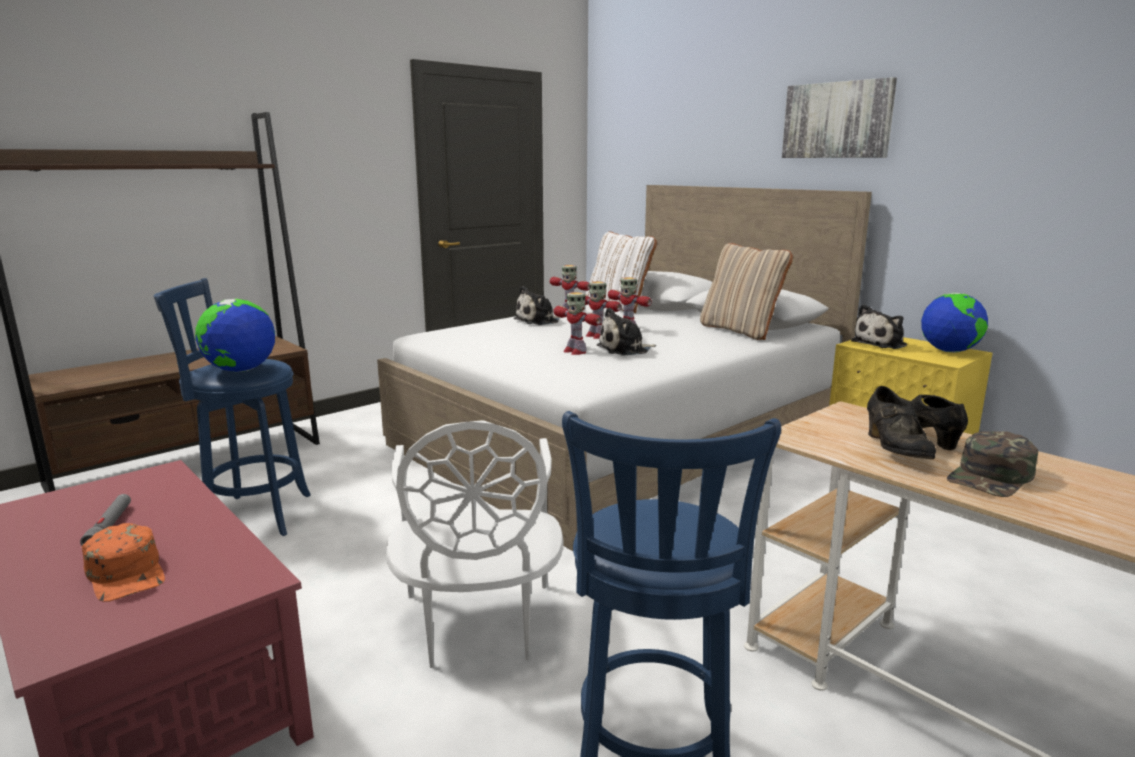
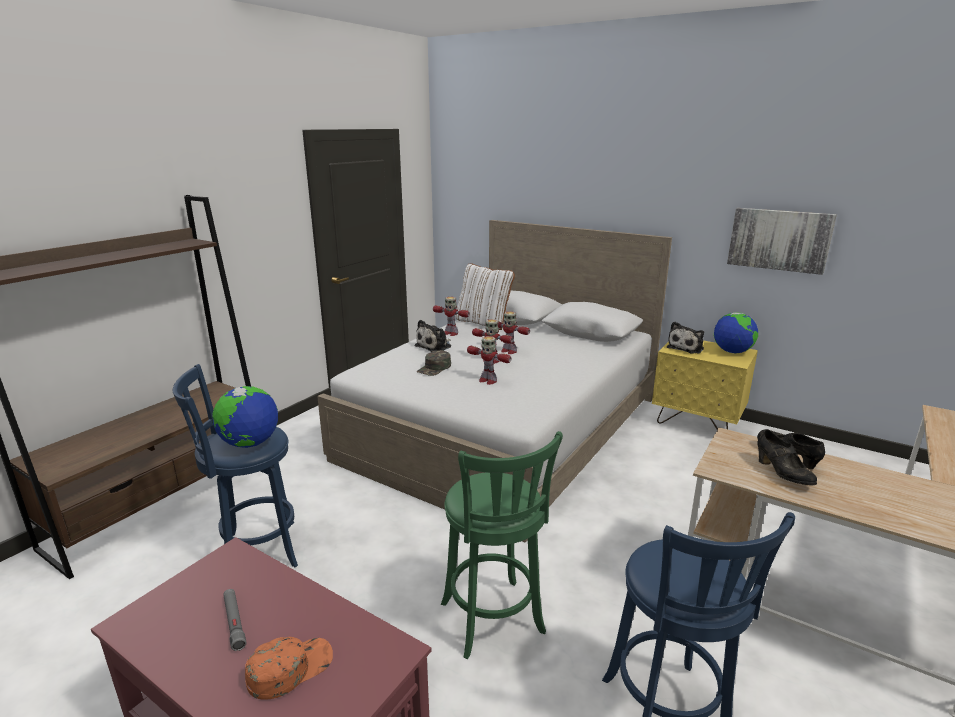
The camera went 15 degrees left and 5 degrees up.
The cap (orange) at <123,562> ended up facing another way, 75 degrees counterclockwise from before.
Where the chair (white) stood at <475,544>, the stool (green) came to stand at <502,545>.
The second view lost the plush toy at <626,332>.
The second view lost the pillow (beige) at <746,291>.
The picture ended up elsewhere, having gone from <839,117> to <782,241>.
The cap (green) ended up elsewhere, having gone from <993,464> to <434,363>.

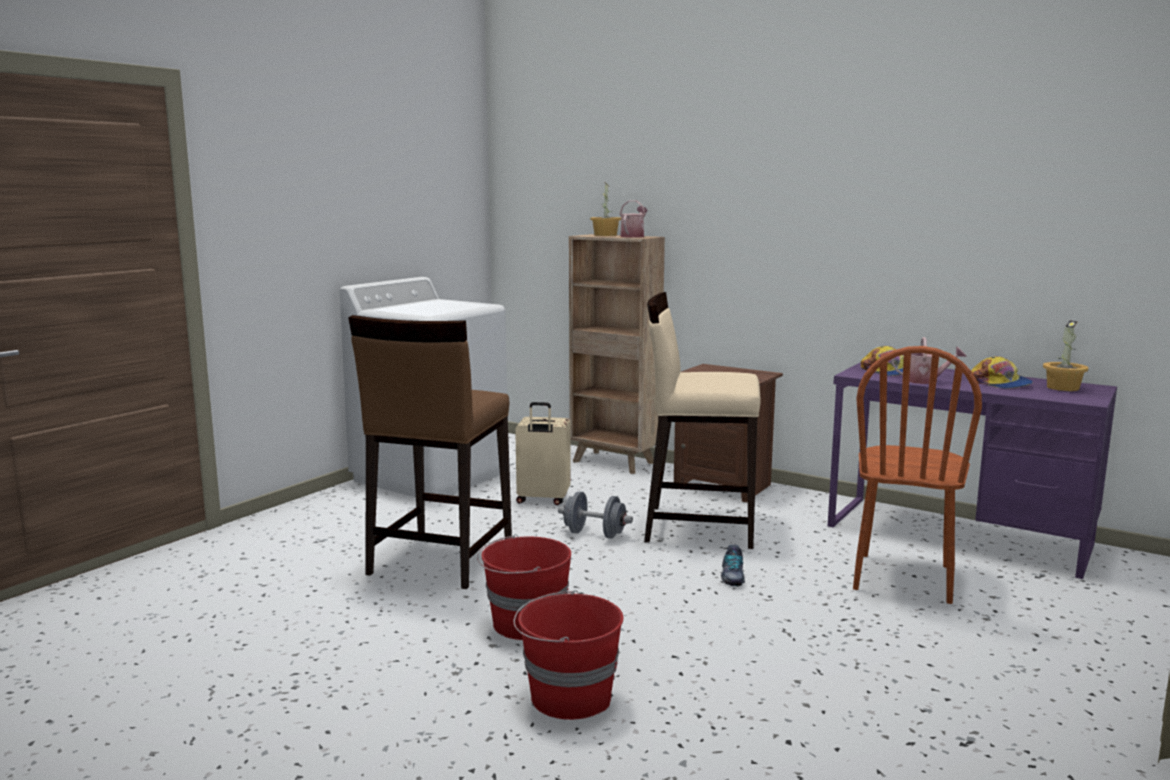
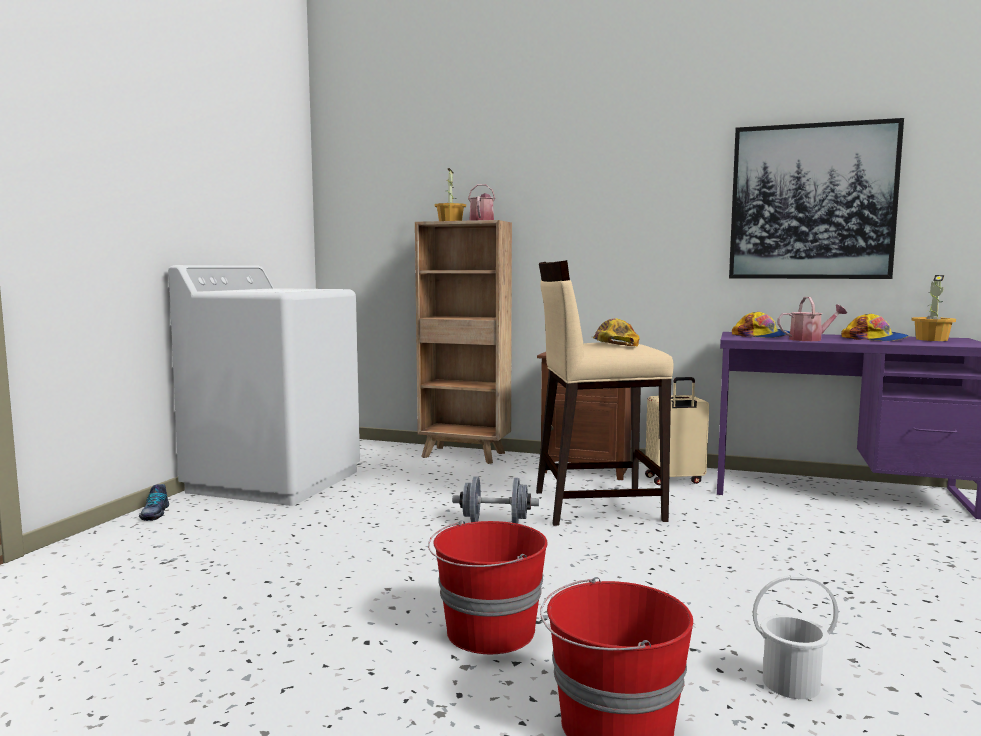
The camera went 15 degrees left and 5 degrees down.
The second view lost the stool (brown) at <430,452>.
The suitcase (beige) ended up elsewhere, having gone from <543,453> to <677,431>.
The shoe ended up elsewhere, having gone from <733,565> to <154,502>.
The second view lost the chair (brown) at <917,475>.
The second view gained the cap at <616,332>.
The second view gained the picture at <816,198>.
The second view gained the bucket (white) at <795,637>.

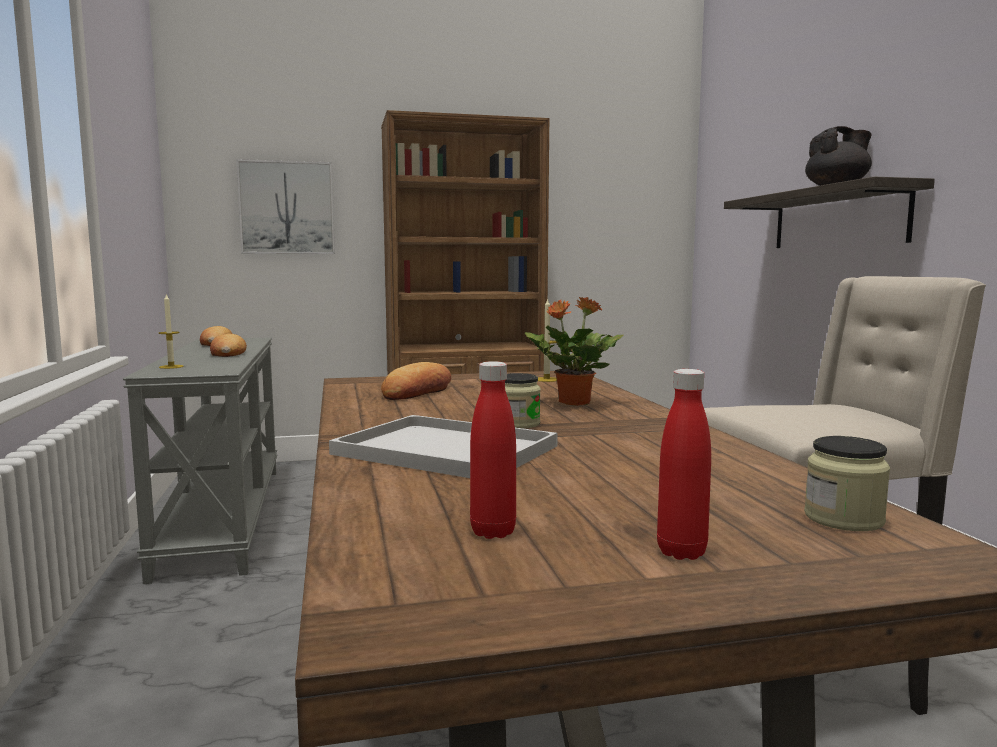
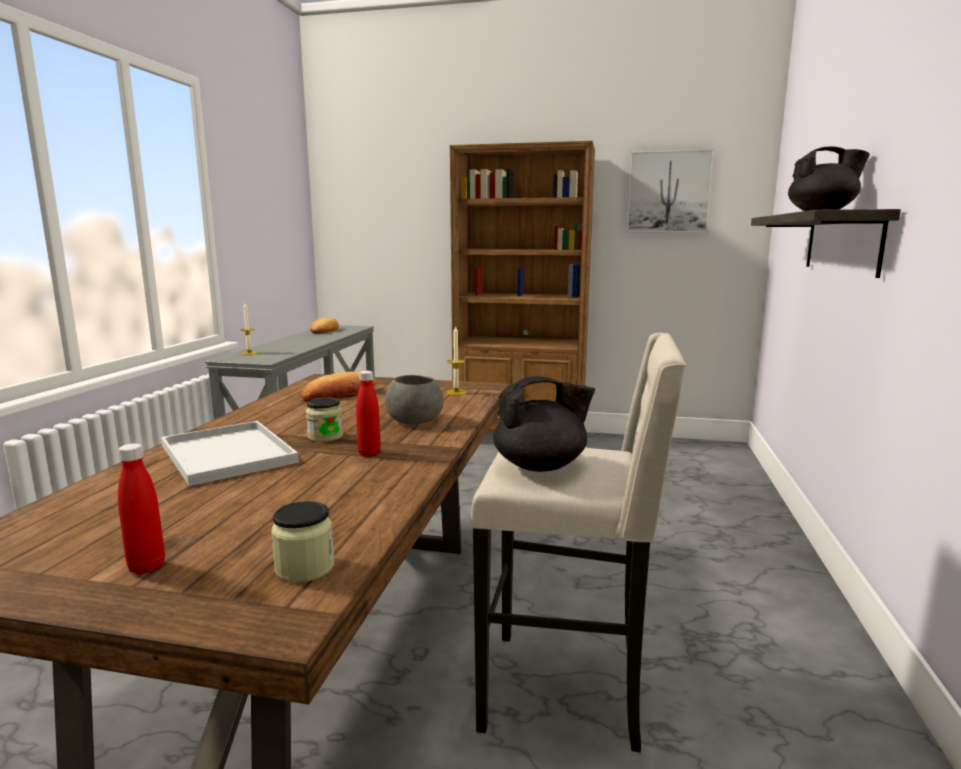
The camera went 25 degrees right and 5 degrees up.
The second view lost the bread at <228,345>.
The picture ended up elsewhere, having gone from <285,206> to <670,191>.
The bottle (red) ended up elsewhere, having gone from <493,450> to <368,414>.
Where the potted plant stood at <574,351>, the bowl (grey) came to stand at <414,400>.
The second view gained the teapot (black) at <544,424>.

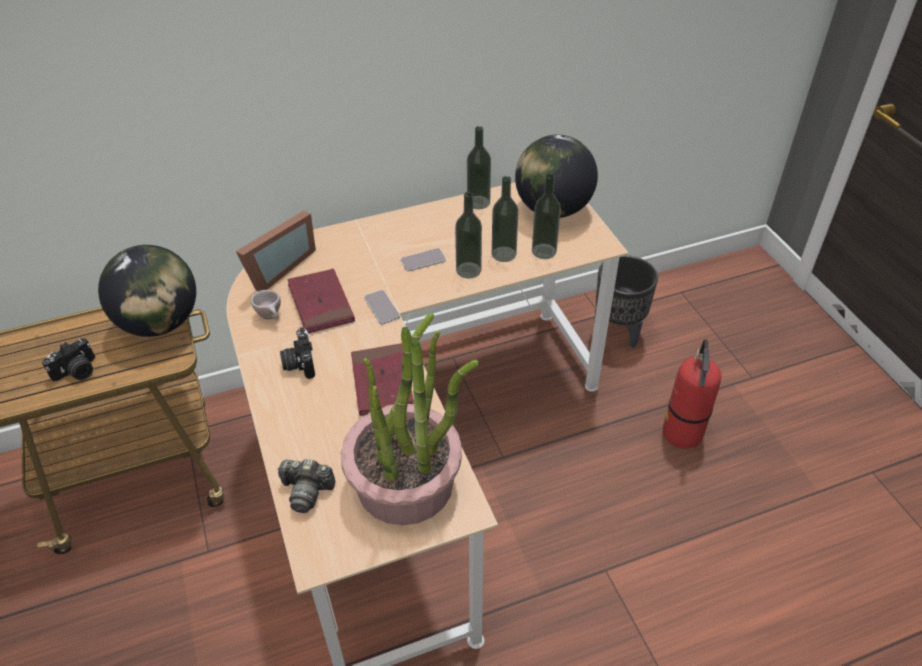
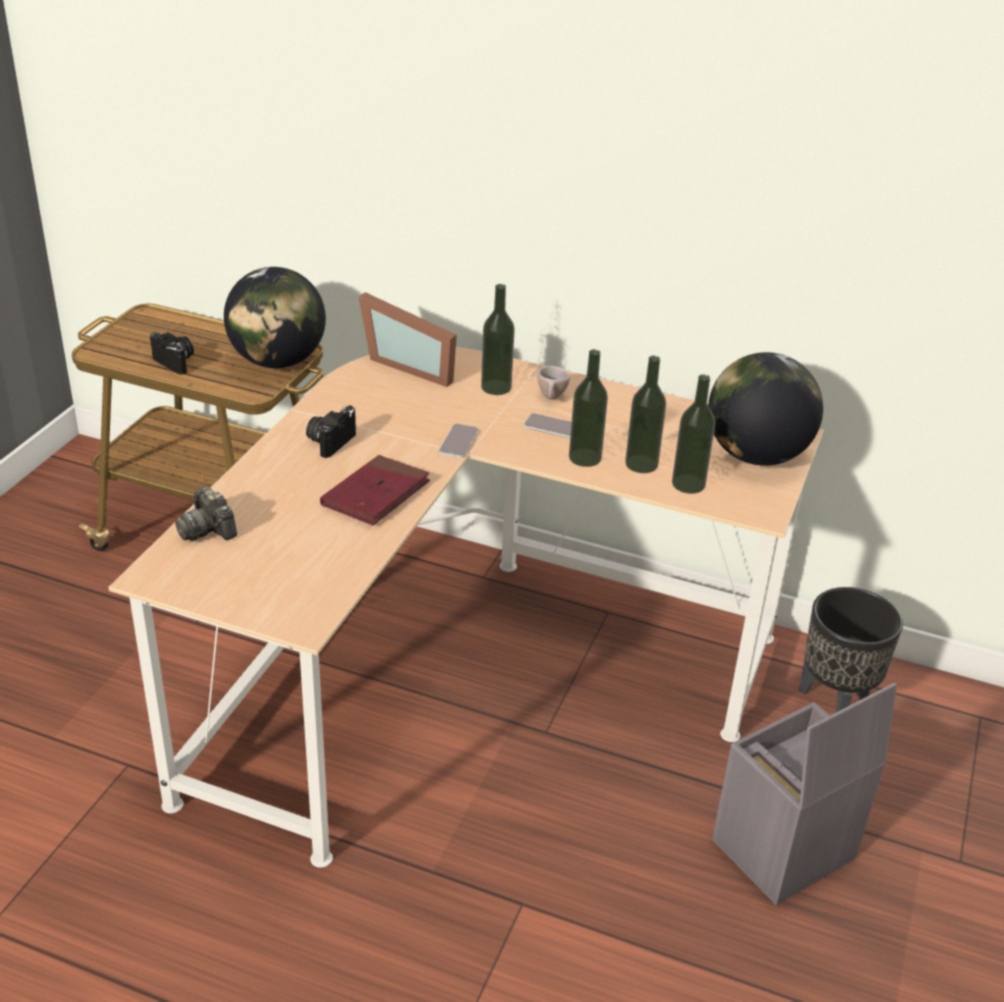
The camera went 40 degrees right and 10 degrees down.
The photo camera at <68,359> ended up facing another way, 135 degrees counterclockwise from before.
The picture frame at <276,251> ended up facing another way, 45 degrees clockwise from before.
The cup (beige) ended up elsewhere, having gone from <266,305> to <553,383>.
The second view lost the book (red) at <321,301>.
The second view lost the potted plant at <410,419>.
The bottle ended up elsewhere, having gone from <479,167> to <498,339>.
Where the fire extinguisher stood at <692,394>, the storage box (grey) came to stand at <804,794>.

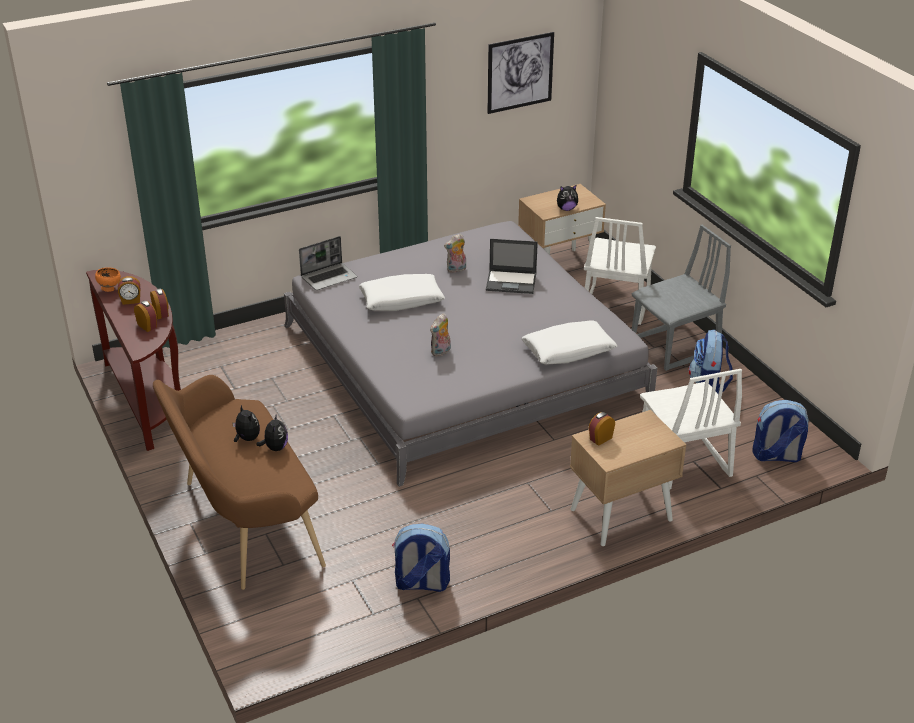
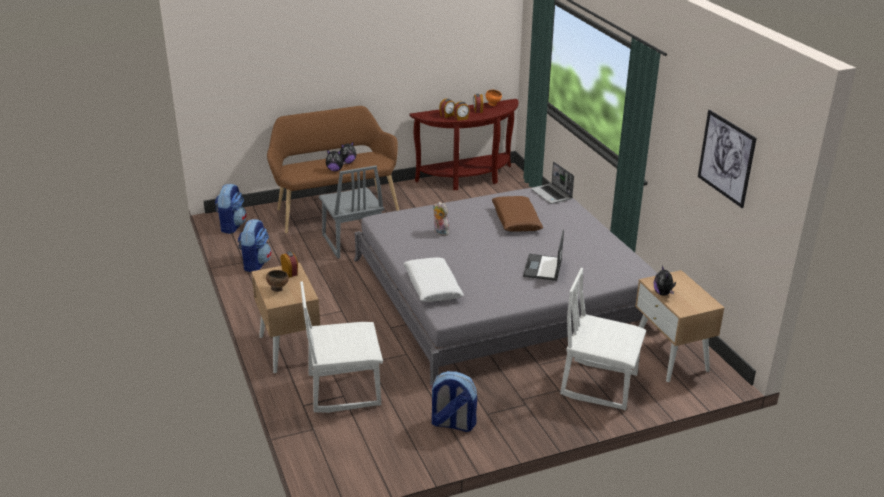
The camera went 95 degrees right and 5 degrees down.
What was the pillow (white) at <402,292> turned into the pillow (brown) at <517,214>.
The second view lost the plush toy at <455,253>.
The chair (grey) ended up elsewhere, having gone from <681,298> to <351,212>.
The backpack ended up elsewhere, having gone from <780,431> to <231,208>.
The second view gained the bowl (brown) at <277,281>.

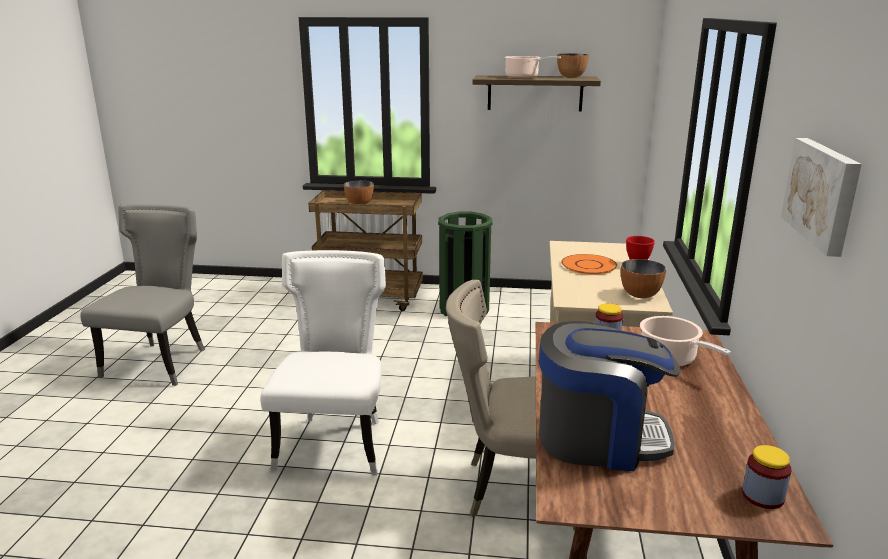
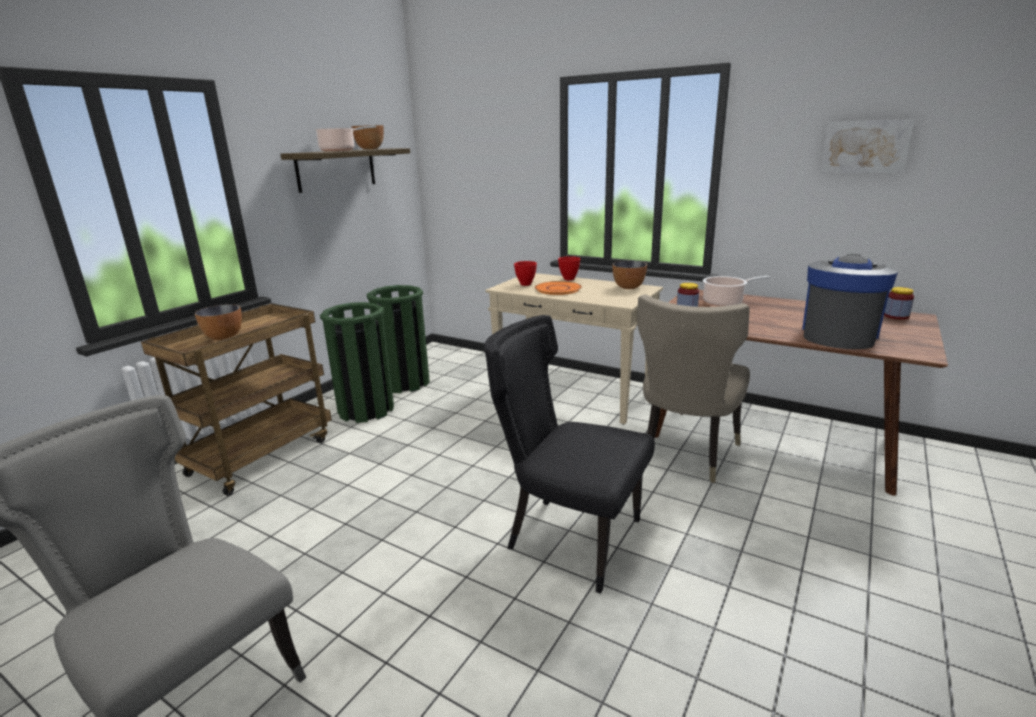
The camera went 65 degrees left and 0 degrees up.
What was the chair (white) at <323,363> turned into the chair (black) at <569,454>.
The second view gained the trash can (green) at <398,339>.
The second view gained the bowl (red) at <525,273>.

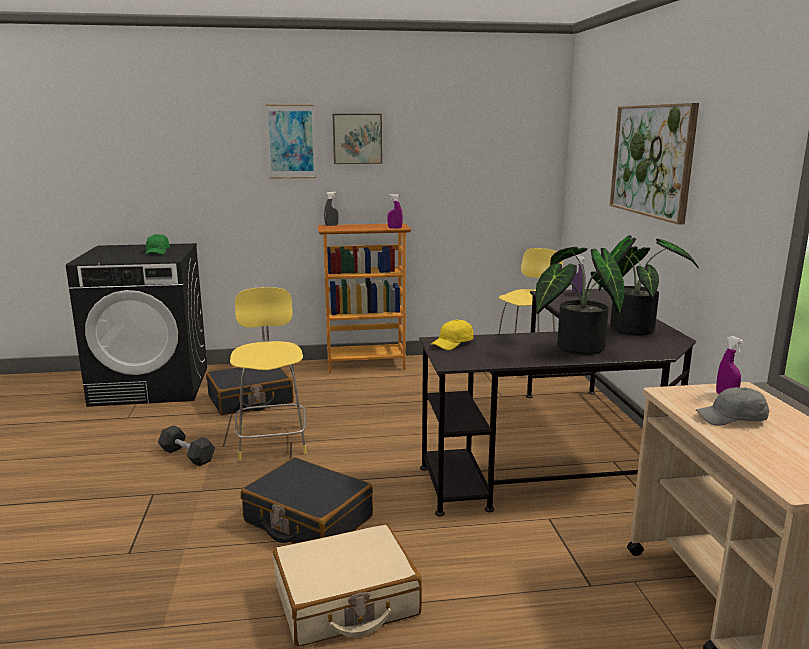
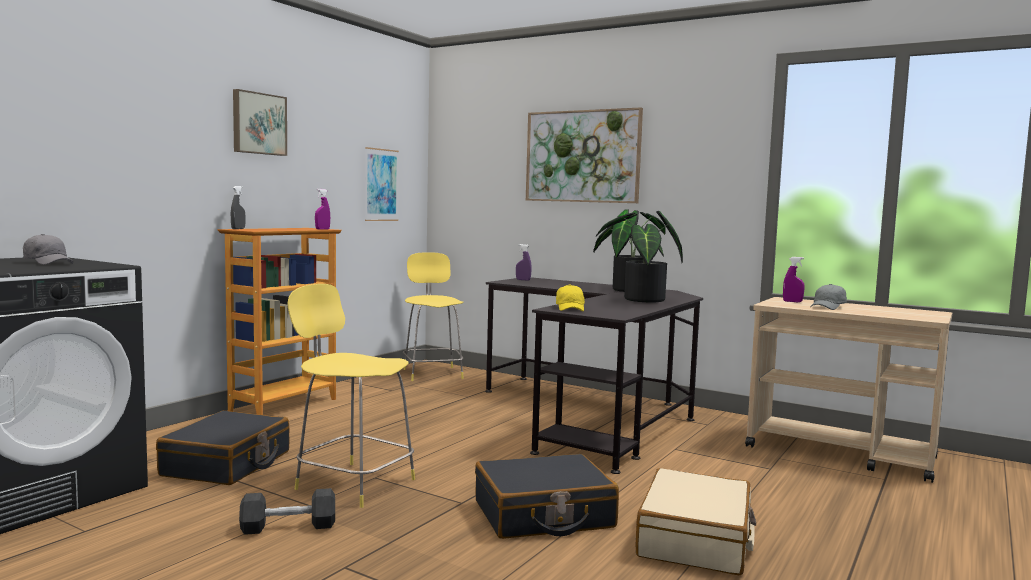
The camera went 50 degrees left and 10 degrees down.
What was the cap (green) at <157,244> turned into the cap (grey) at <48,249>.
The picture ended up elsewhere, having gone from <291,142> to <382,184>.

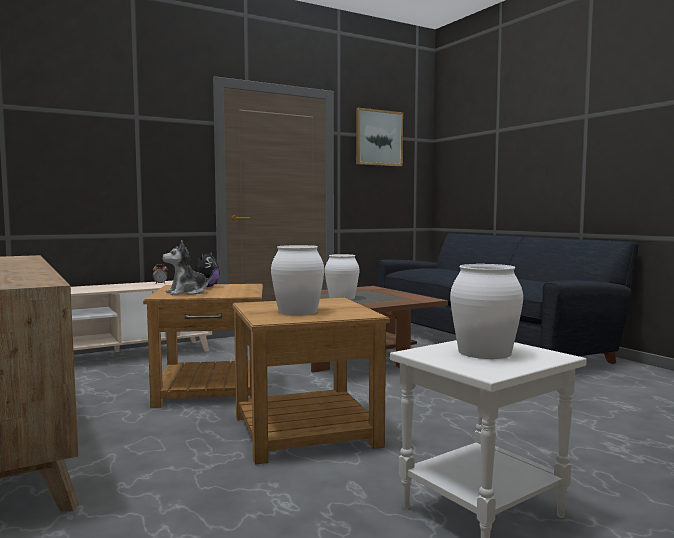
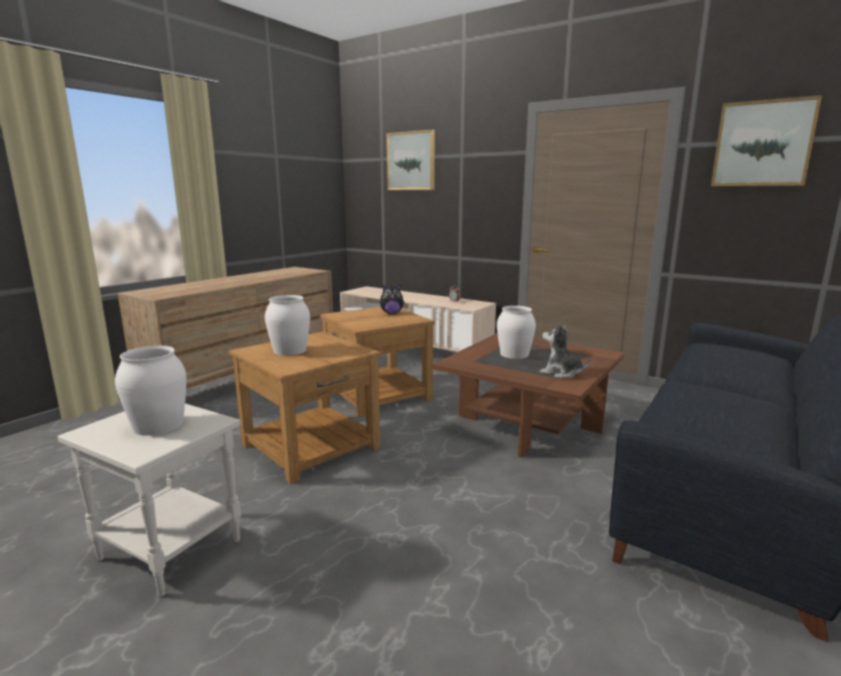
The camera went 65 degrees right and 10 degrees up.
The plush toy ended up elsewhere, having gone from <188,267> to <565,350>.
The second view gained the picture at <411,159>.

